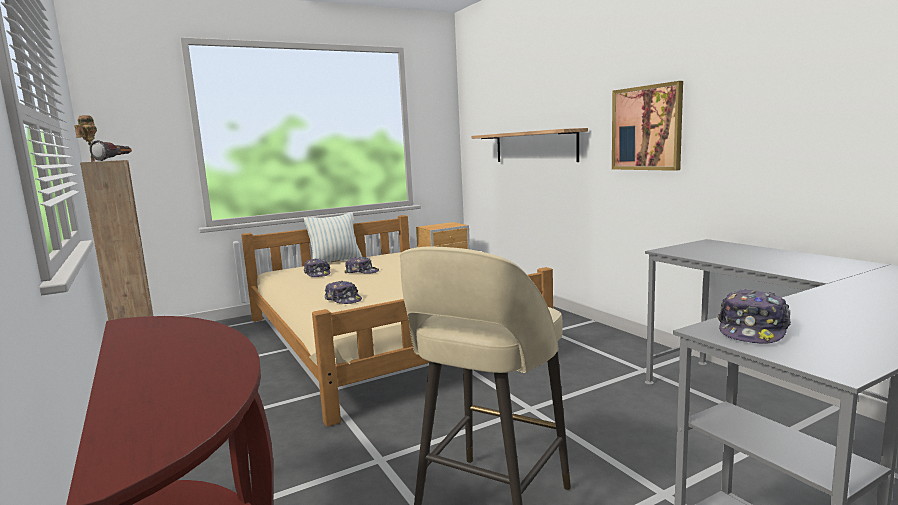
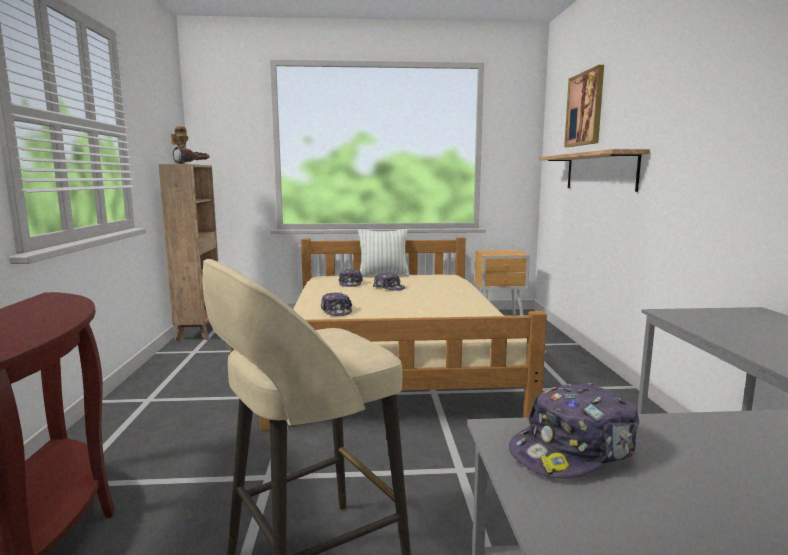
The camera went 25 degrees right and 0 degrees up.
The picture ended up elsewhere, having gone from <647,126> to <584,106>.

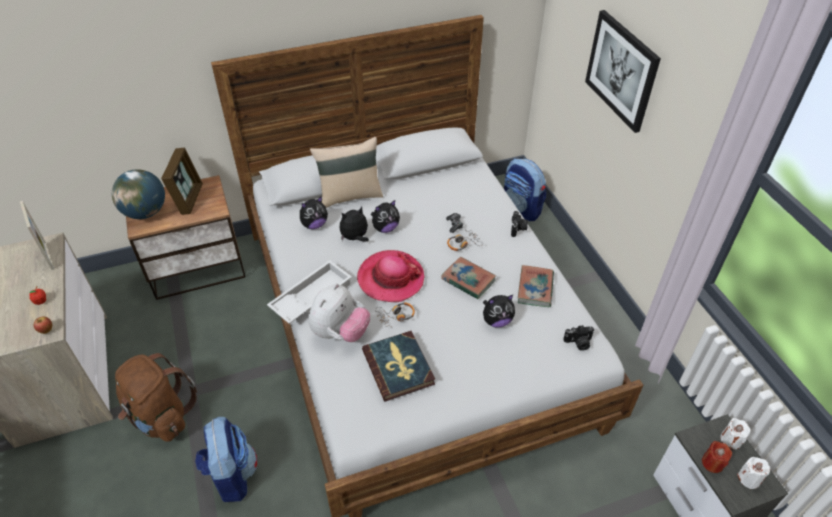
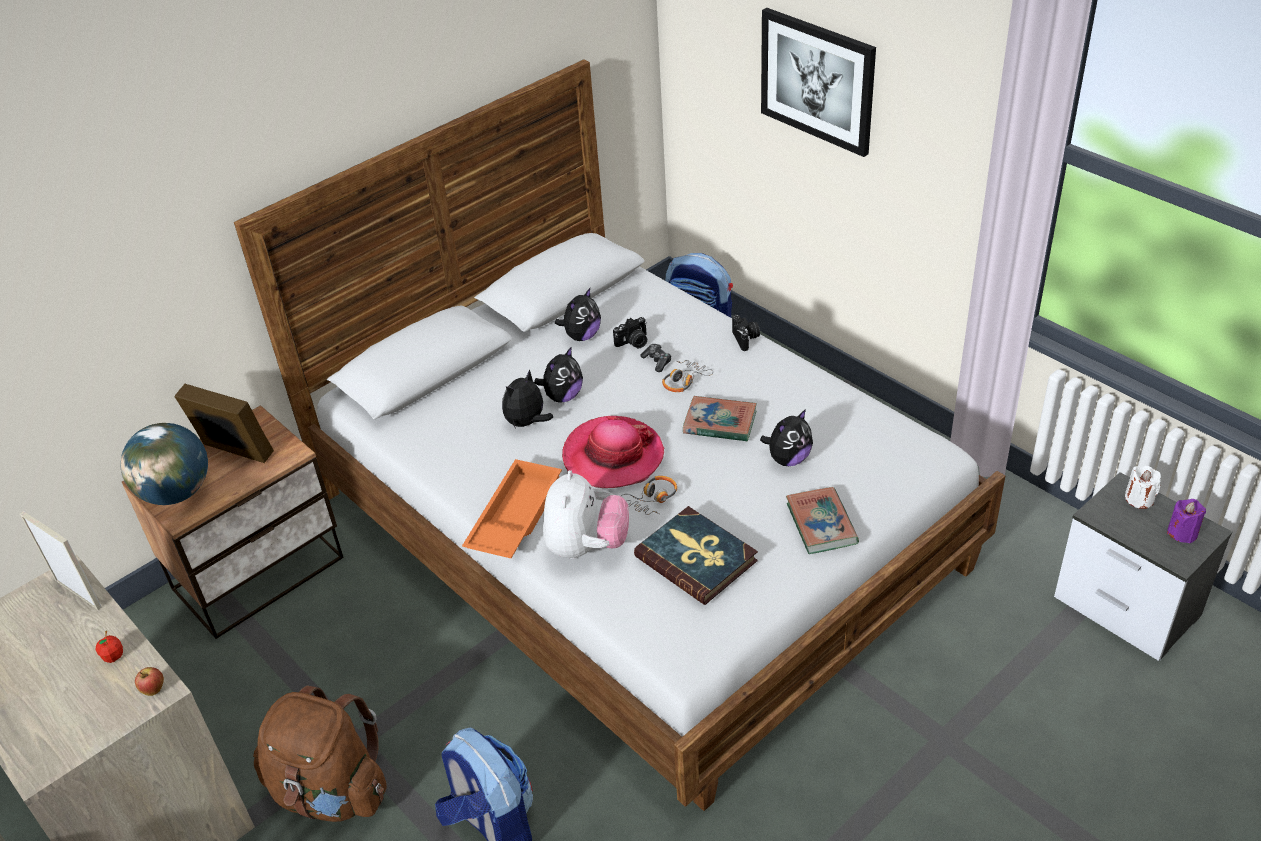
The camera went 20 degrees left and 5 degrees down.
The picture frame at <182,181> ended up facing another way, 45 degrees counterclockwise from before.
What was the tray (white) at <309,292> turned into the tray (orange) at <512,508>.
The plush toy ended up elsewhere, having gone from <314,212> to <578,314>.
The second view lost the pillow (beige) at <346,172>.
The book ended up elsewhere, having gone from <536,286> to <822,520>.
The photo camera ended up elsewhere, having gone from <578,338> to <630,332>.
The second view lost the candle (red) at <717,457>.
What was the candle (white) at <753,473> turned into the candle (purple) at <1186,521>.

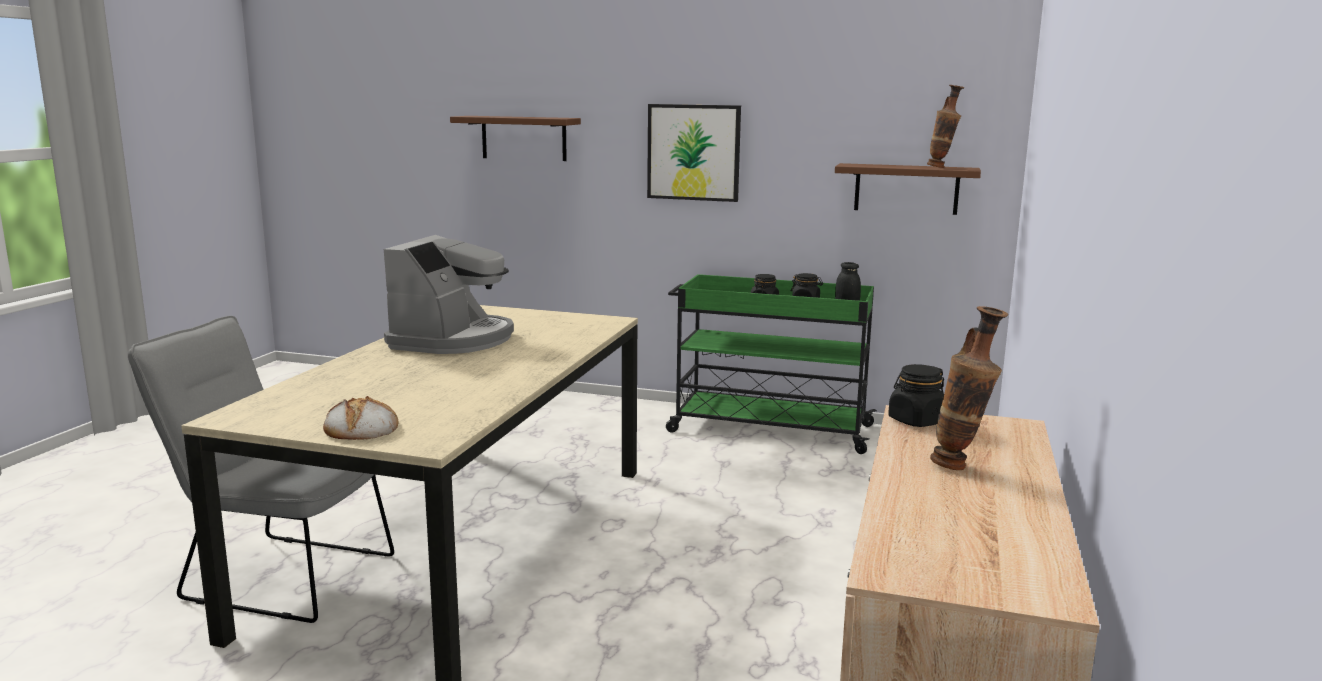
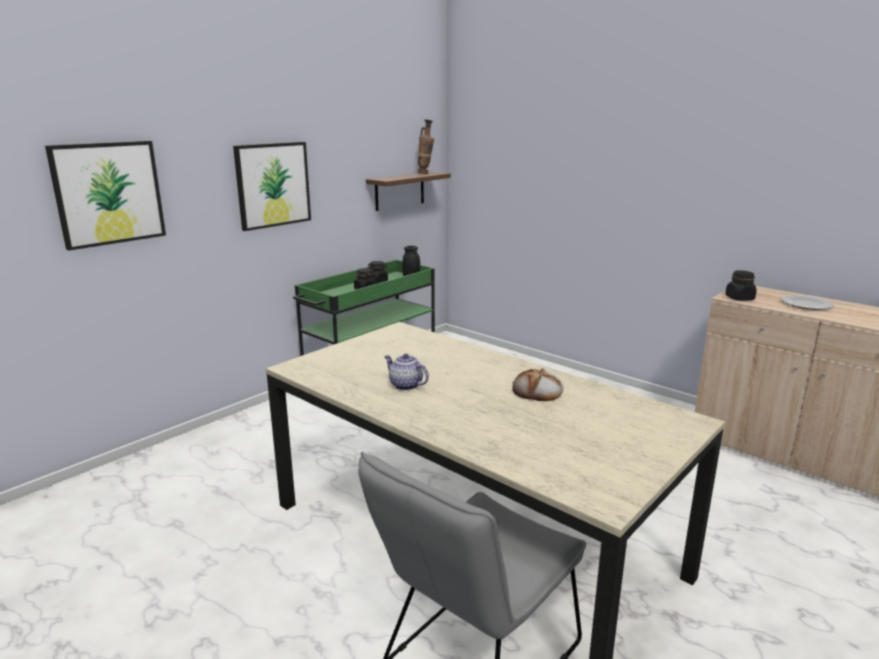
The camera went 65 degrees left and 5 degrees up.
The bread ended up elsewhere, having gone from <360,417> to <537,384>.
Where the coffee machine stood at <449,294>, the teapot came to stand at <406,372>.
Where the shelf (brown) hung at <515,138>, the picture came to hang at <105,196>.
Where the vase stood at <969,388>, the plate came to stand at <807,302>.

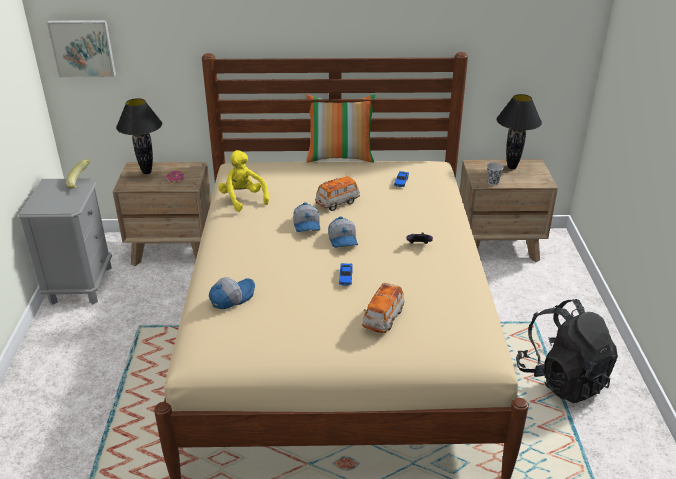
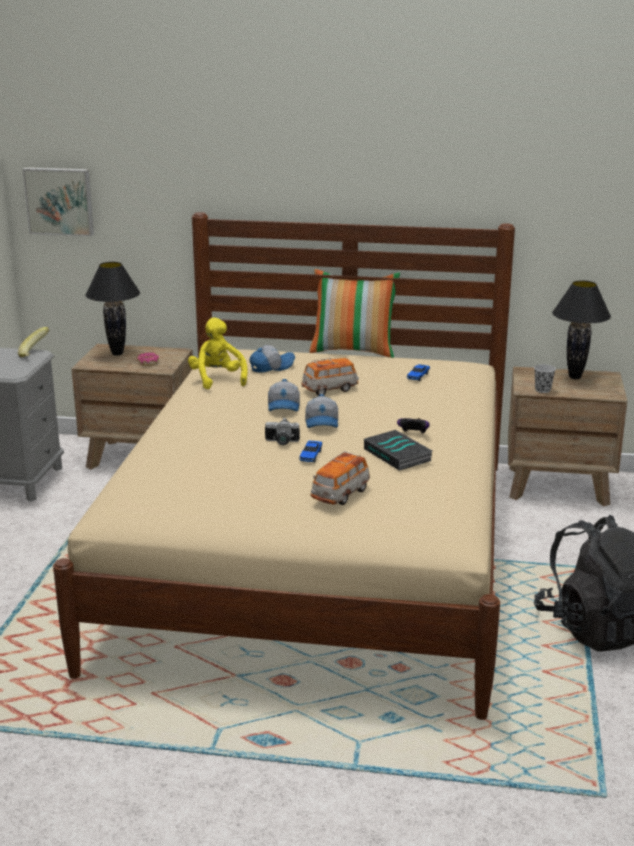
The camera went 10 degrees right and 10 degrees down.
The cap ended up elsewhere, having gone from <232,293> to <272,359>.
The second view gained the photo camera at <282,431>.
The second view gained the book at <398,450>.

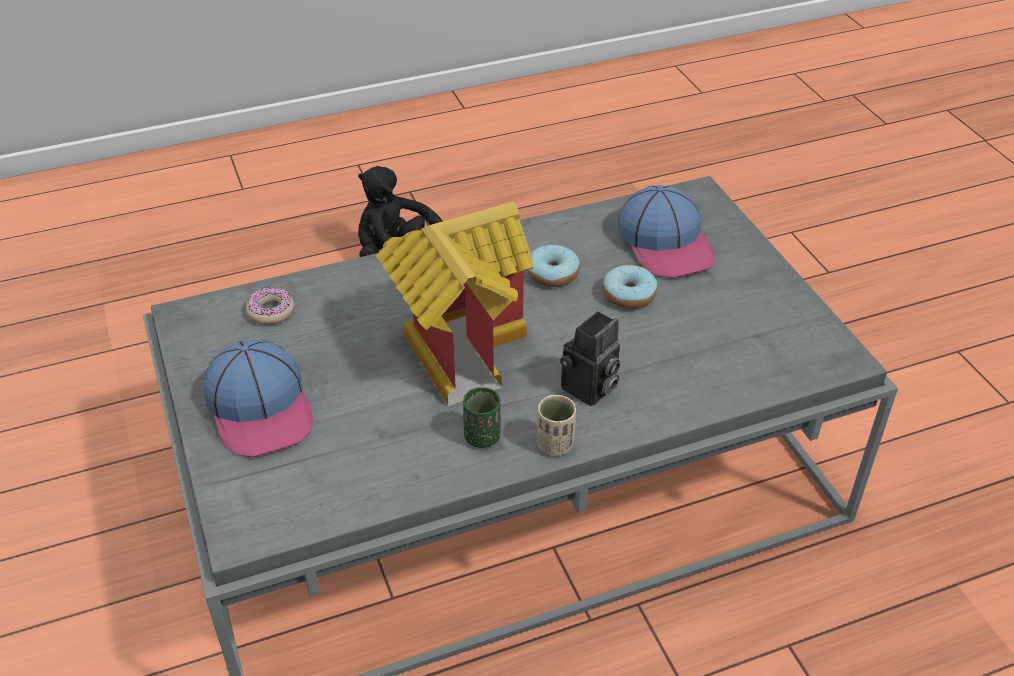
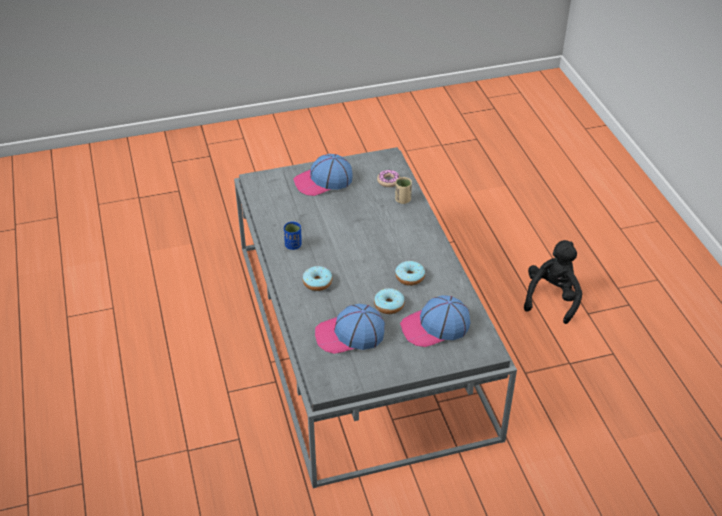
The camera went 95 degrees right and 0 degrees up.
The second view lost the toy house at <455,303>.
What was the cup (green) at <482,417> turned into the cup (blue) at <293,236>.
The cup (beige) ended up elsewhere, having gone from <556,425> to <403,190>.
Where the photo camera stood at <590,358>, the donut came to stand at <317,278>.
The second view gained the cap at <350,329>.

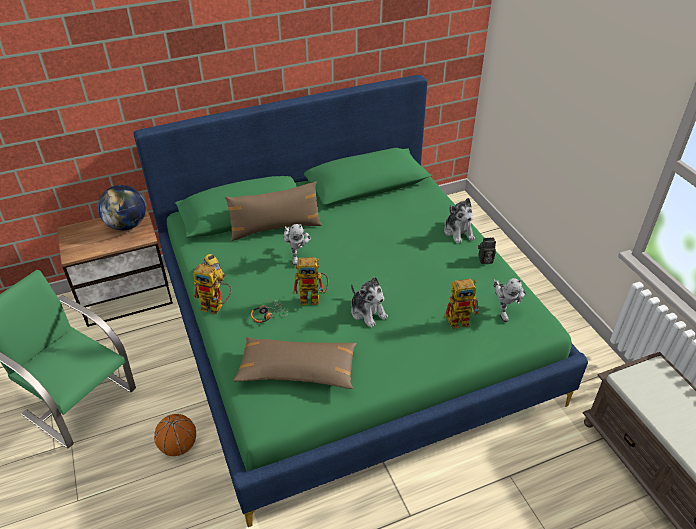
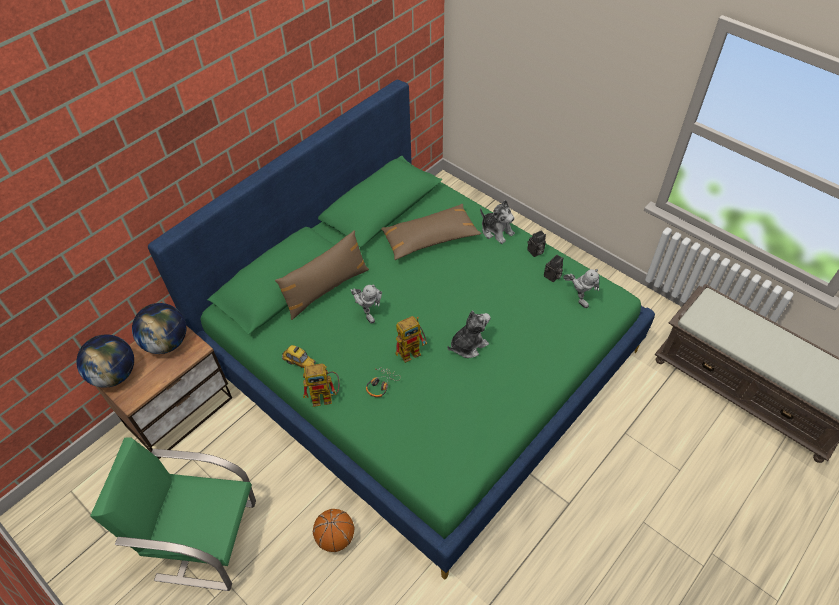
The camera went 25 degrees left and 10 degrees up.
The pillow (brown) ended up elsewhere, having gone from <295,363> to <431,232>.
The plush toy at <369,302> ended up facing another way, 60 degrees counterclockwise from before.
The second view lost the toy robot at <461,304>.
The second view gained the globe at <105,361>.
The second view gained the photo camera at <553,268>.

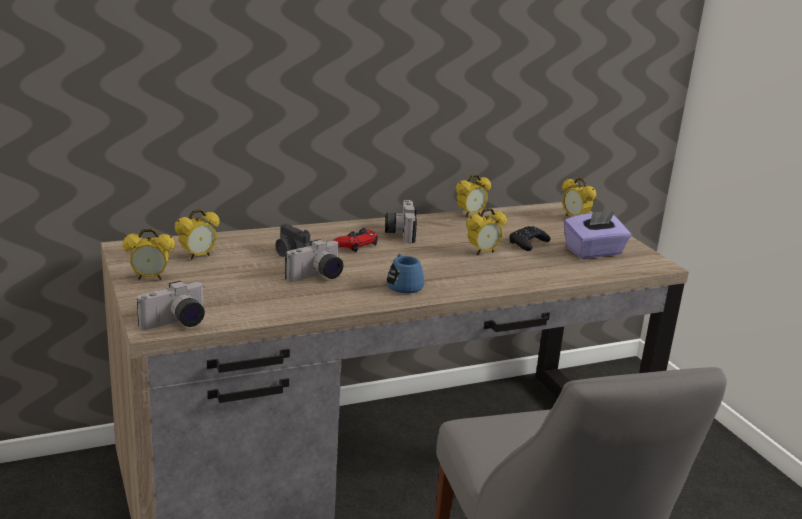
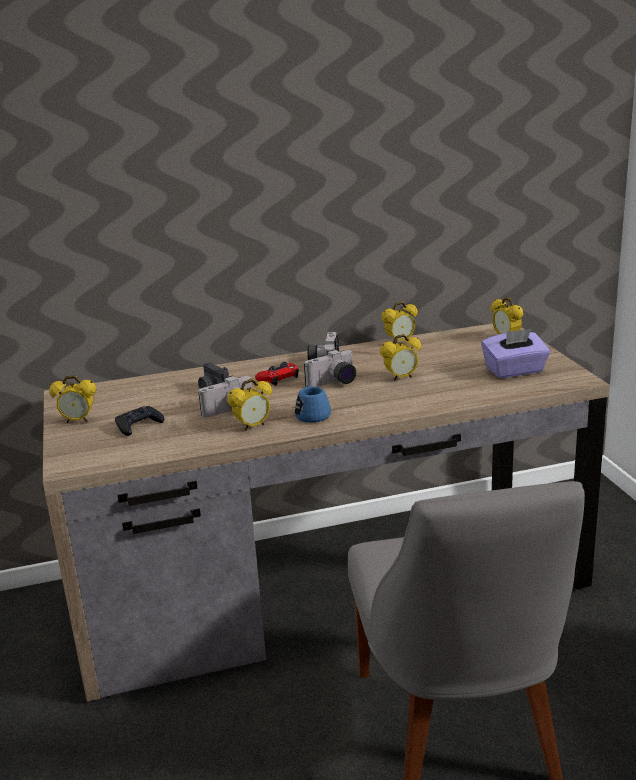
The camera went 10 degrees right and 0 degrees up.
The photo camera ended up elsewhere, having gone from <171,305> to <330,368>.
The alarm clock ended up elsewhere, having gone from <197,234> to <249,405>.
The game controller (black) ended up elsewhere, having gone from <530,238> to <140,421>.

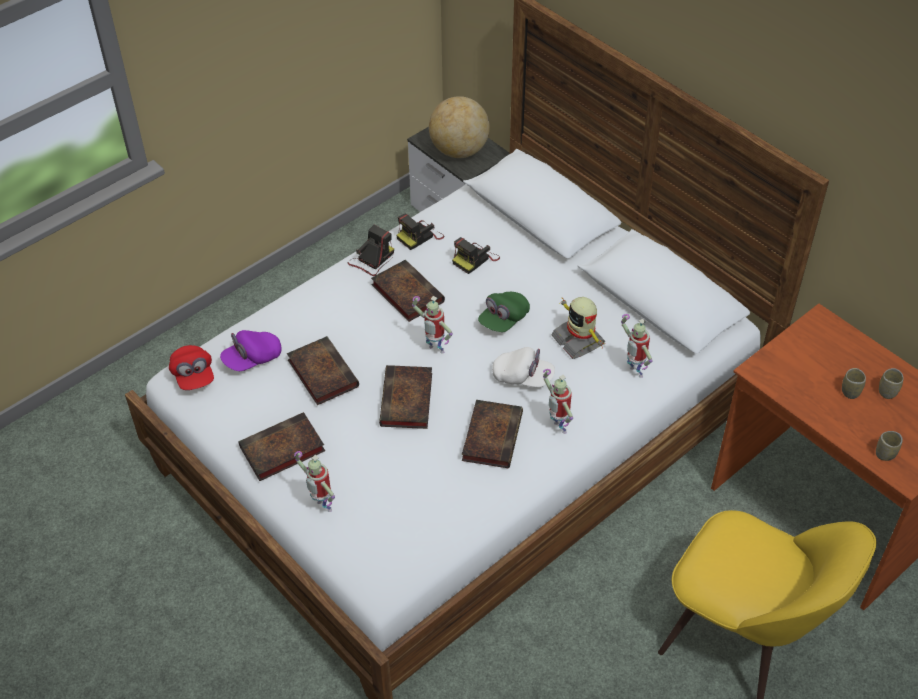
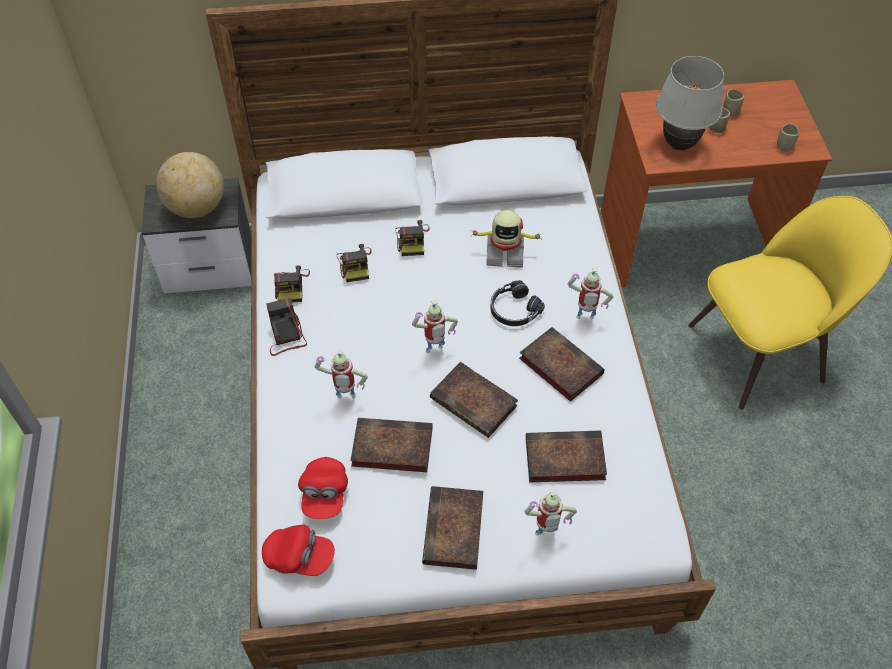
The camera went 55 degrees left and 5 degrees up.
What was the cap (purple) at <251,350> turned into the cap (red) at <323,488>.
The book ended up elsewhere, having gone from <408,290> to <566,456>.
The second view lost the cap (green) at <504,312>.
Where the cap (white) stood at <523,367>, the headphones (black) came to stand at <517,303>.
The toy robot ended up elsewhere, having gone from <637,346> to <341,374>.
The second view gained the photo camera at <412,238>.
The second view gained the table lamp (white) at <690,103>.

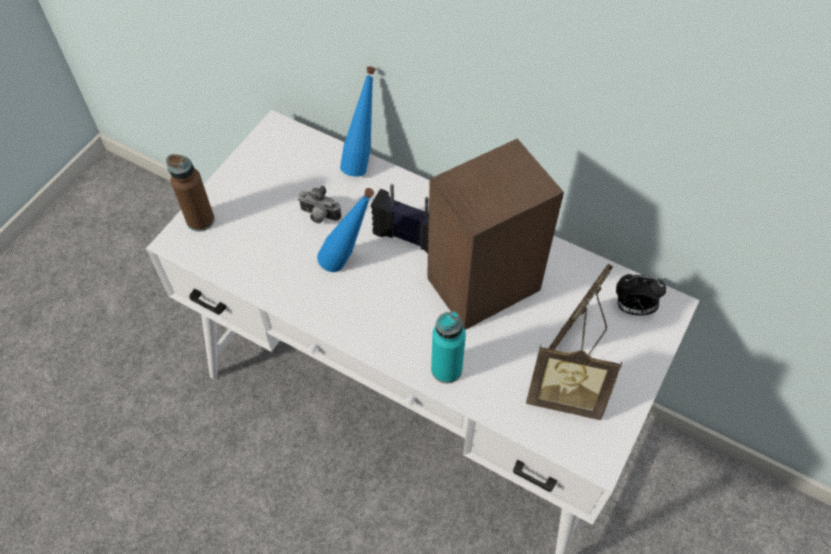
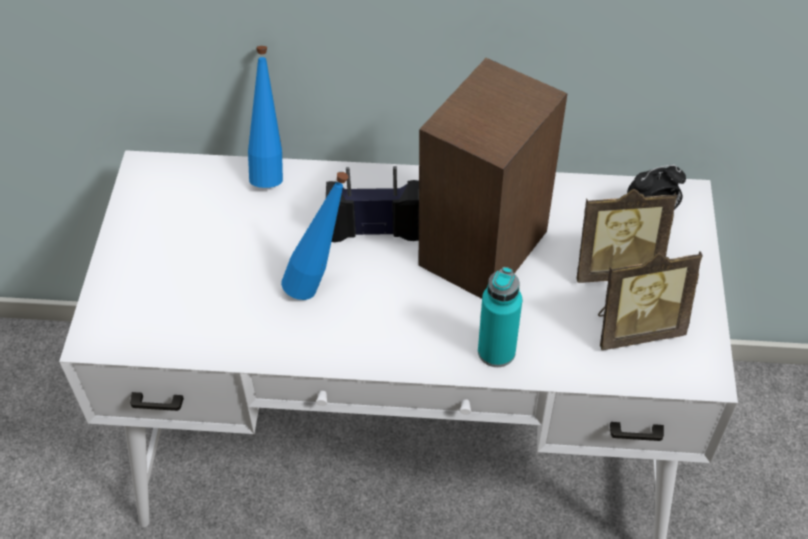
The camera went 25 degrees left and 5 degrees down.
The second view lost the bottle (brown) at <190,193>.
The second view lost the photo camera at <319,204>.
The picture frame at <581,309> ended up facing another way, 105 degrees counterclockwise from before.

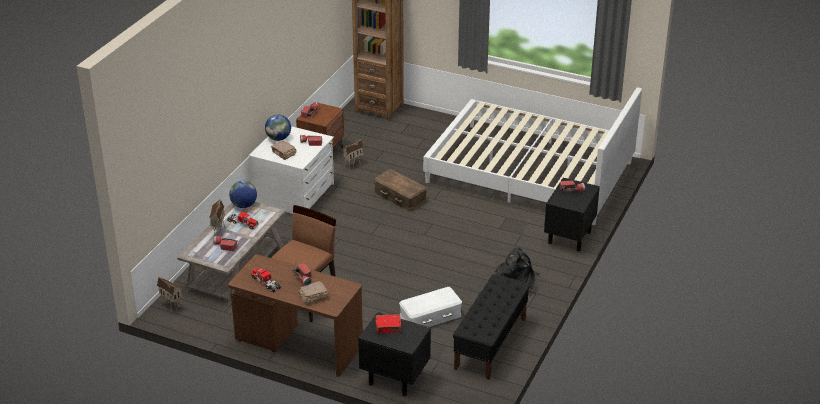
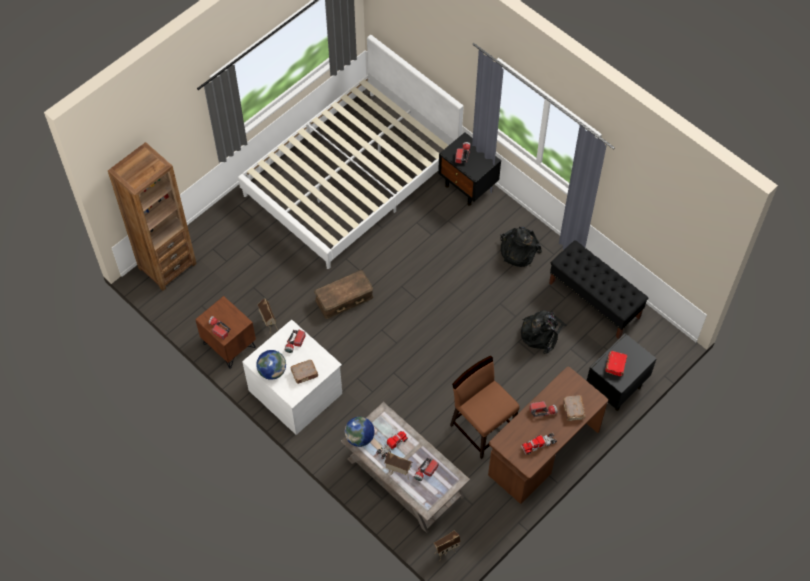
The camera went 70 degrees left and 25 degrees up.
Where the storage box (white) stood at <430,307>, the backpack (black) came to stand at <544,332>.

